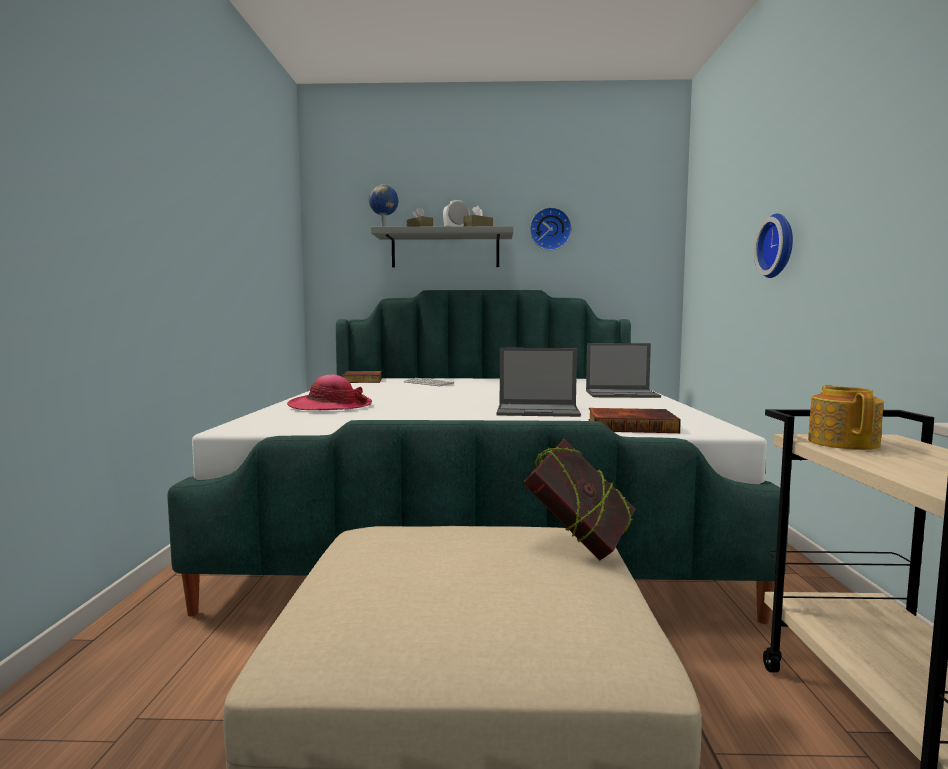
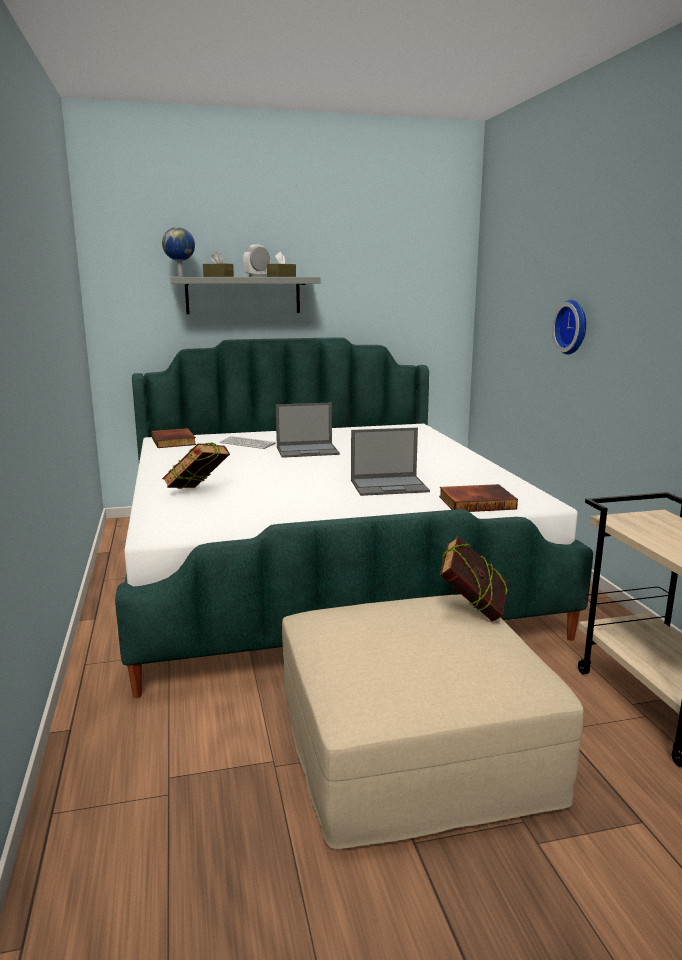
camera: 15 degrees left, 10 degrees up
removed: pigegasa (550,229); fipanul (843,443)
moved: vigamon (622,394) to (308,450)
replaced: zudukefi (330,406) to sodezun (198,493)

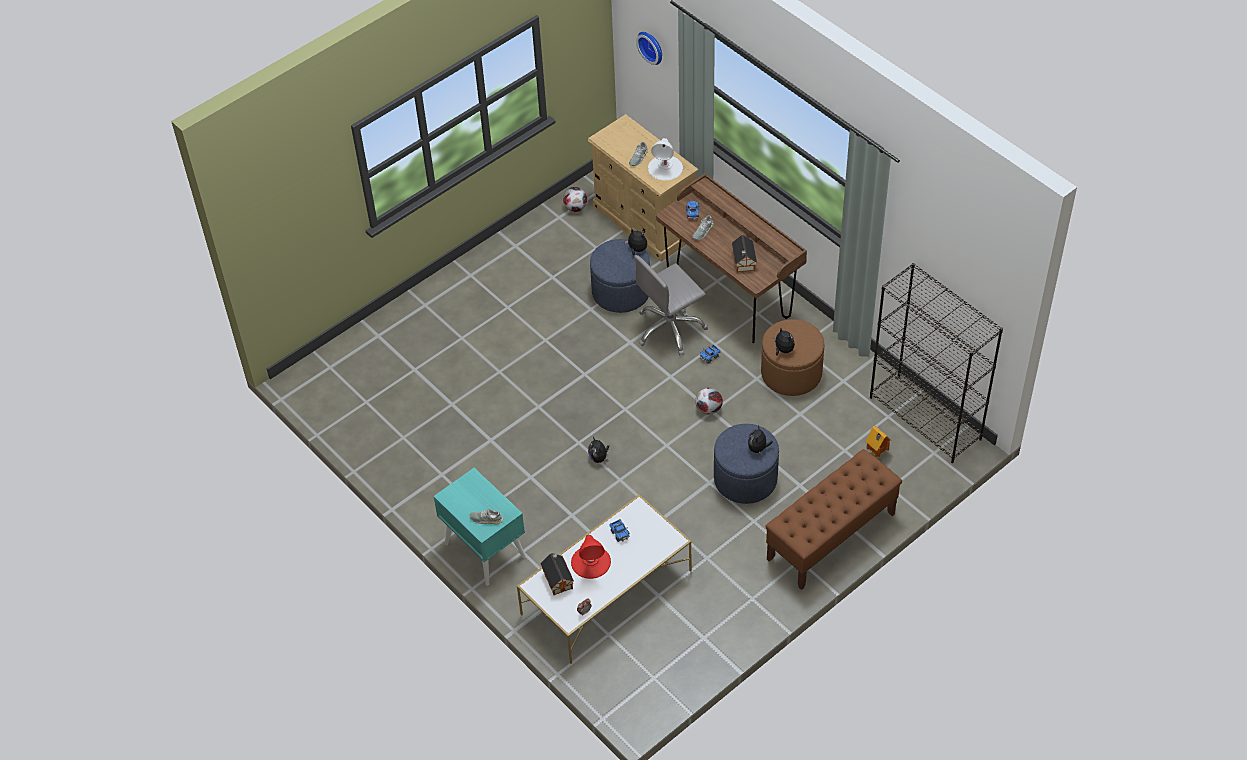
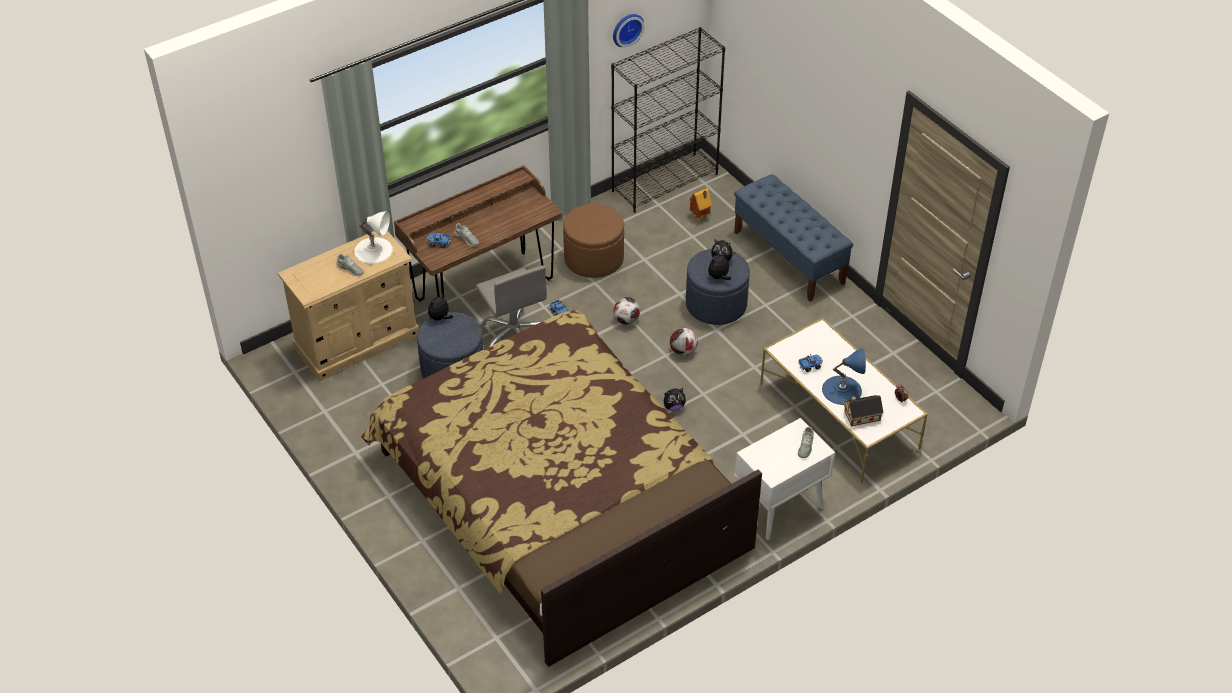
camera: 85 degrees left, 5 degrees down
removed: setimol (743,262)
added: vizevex (558,493)
moved: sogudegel (576,208) to (683,351); pigegasa (652,46) to (626,29); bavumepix (783,350) to (718,277)
recoloured: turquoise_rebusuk (484,550) to white_rebusuk (779,507); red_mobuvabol (591,562) to blue_mobuvabol (842,390); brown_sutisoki (830,537) to blue_sutisoki (789,258)

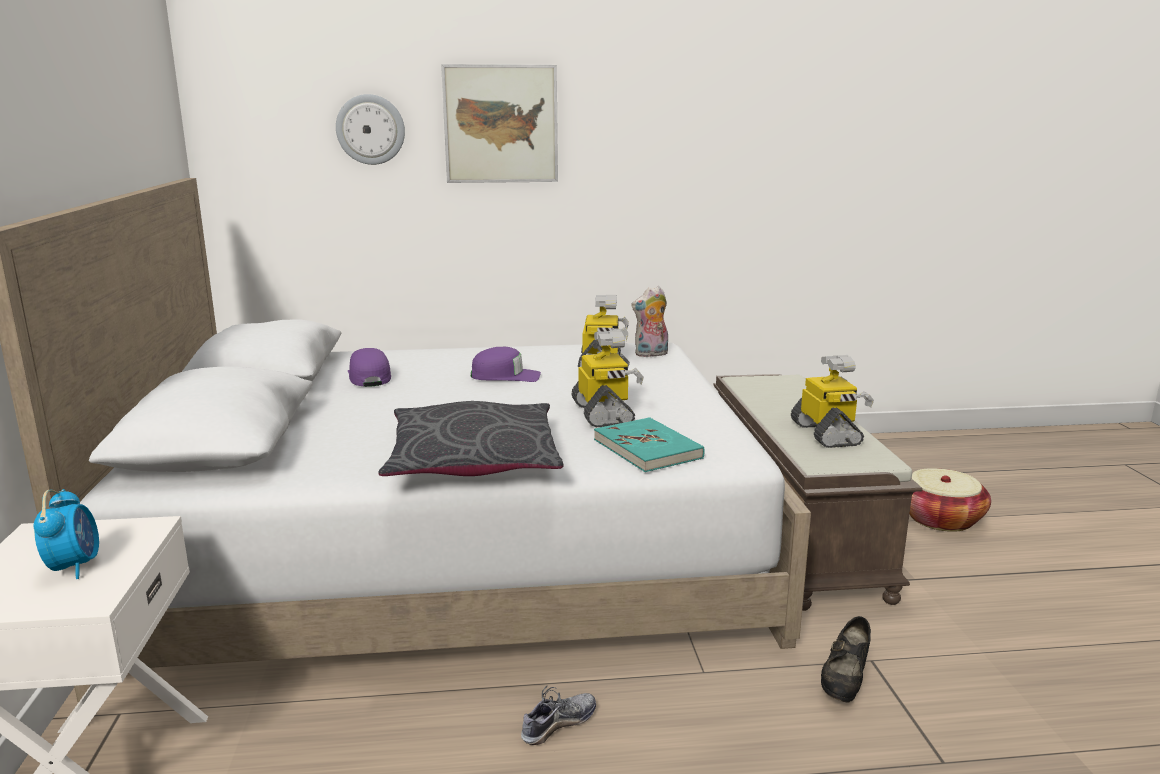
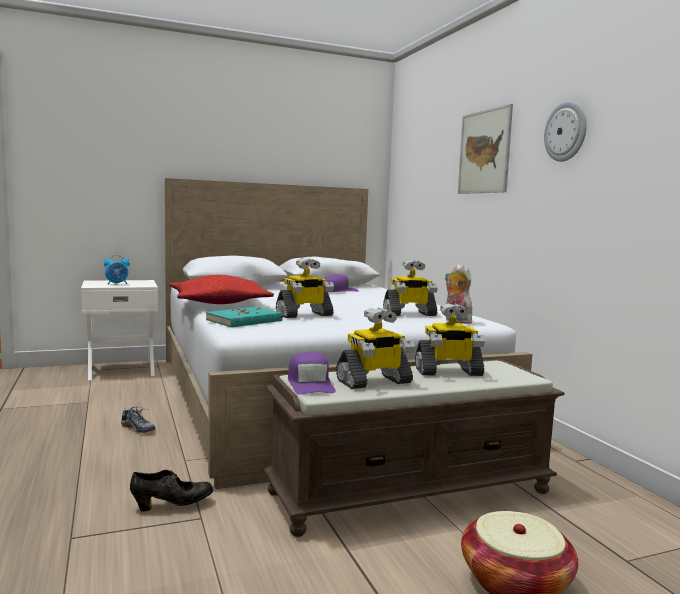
camera: 75 degrees right, 10 degrees down
added: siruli (448,372)
moved: pigegasa (370,129) to (566,131); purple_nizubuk (506,376) to (310,384)
recoloured: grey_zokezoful (473,460) to red_zokezoful (219,303)
turned: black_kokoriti (844,681) = (172,505) 150 degrees clockwise

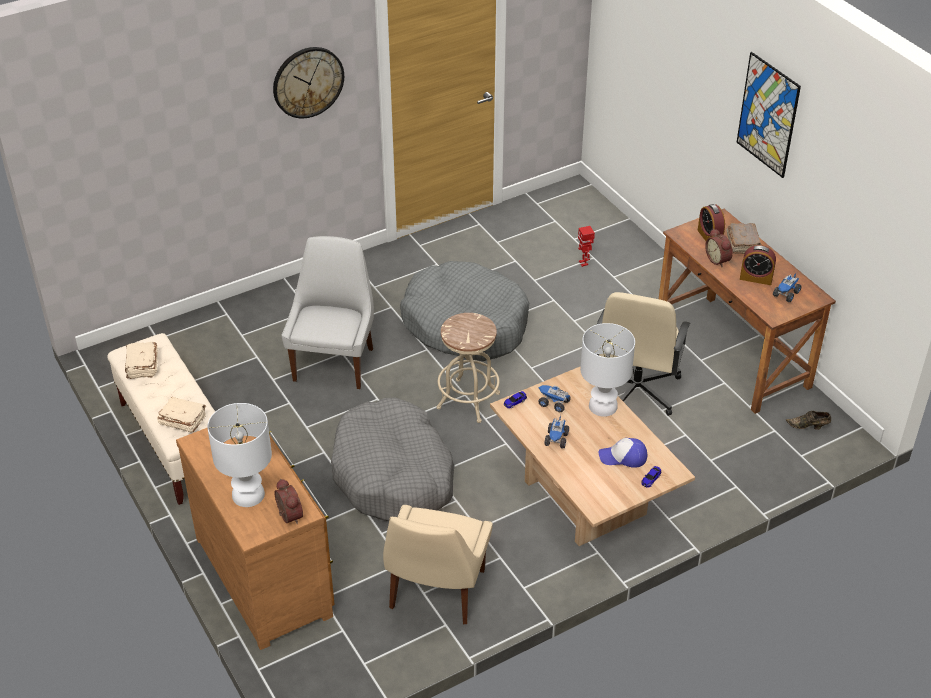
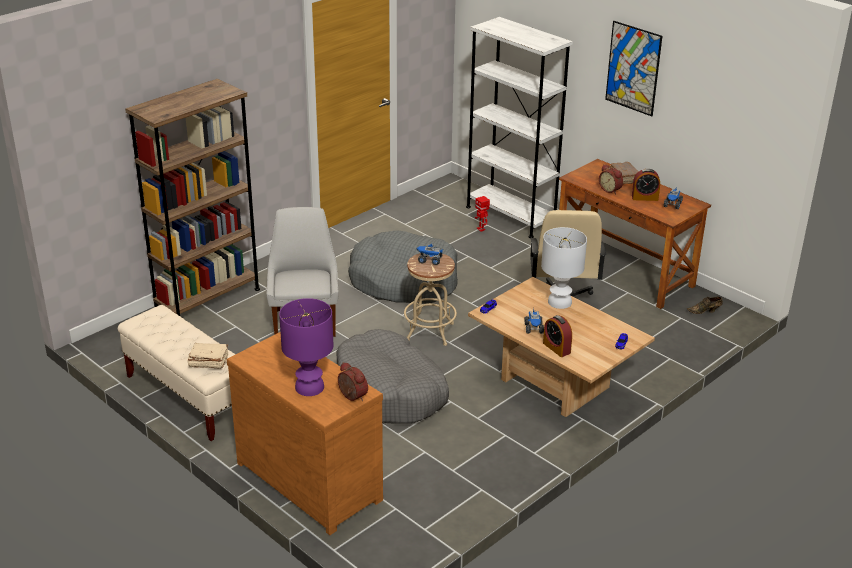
camera: 15 degrees left, 10 degrees down
removed: beige_sodezun (142,366); pigegasa (308,82); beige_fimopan (436,592); nizubuk (623,457)
added: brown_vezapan (207,299); white_vezapan (510,215)
moved: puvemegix (553,403) to (429,260); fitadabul (709,237) to (556,348)
recoloured: white_mobuvabol (248,494) to purple_mobuvabol (309,387)

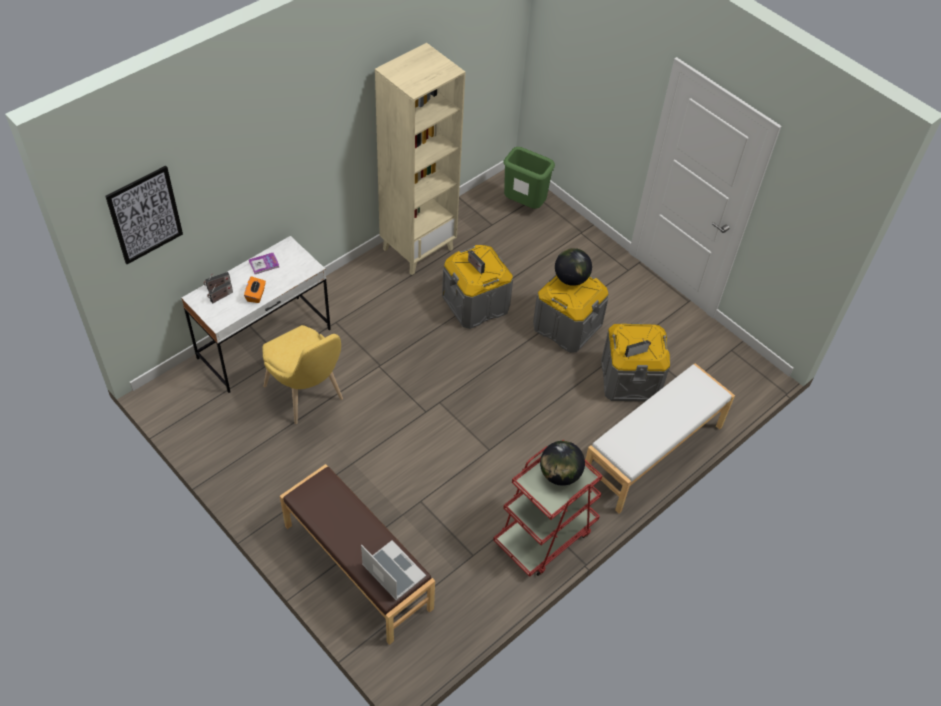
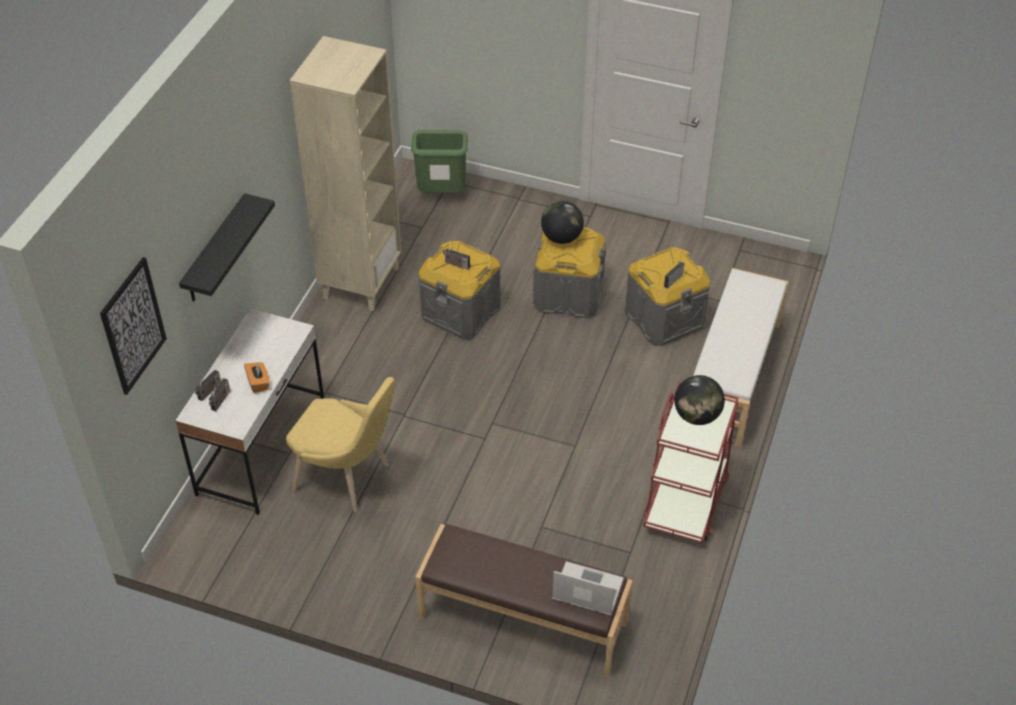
camera: 25 degrees left, 5 degrees down
removed: sodezun (264,264)
added: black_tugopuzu (215,251)

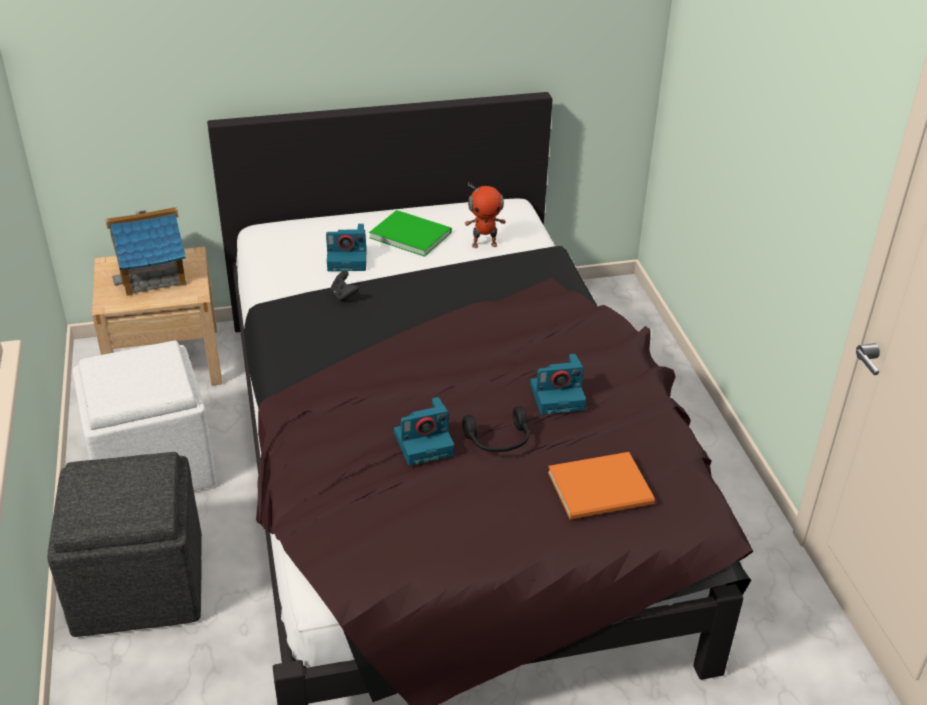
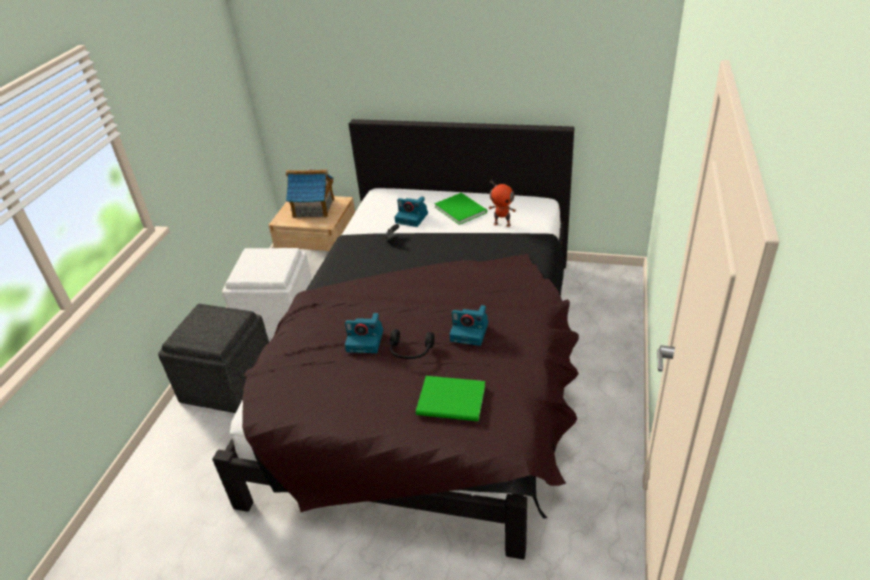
camera: 30 degrees right, 0 degrees up
recoloured: orange_sodezun (603,489) to green_sodezun (453,401)

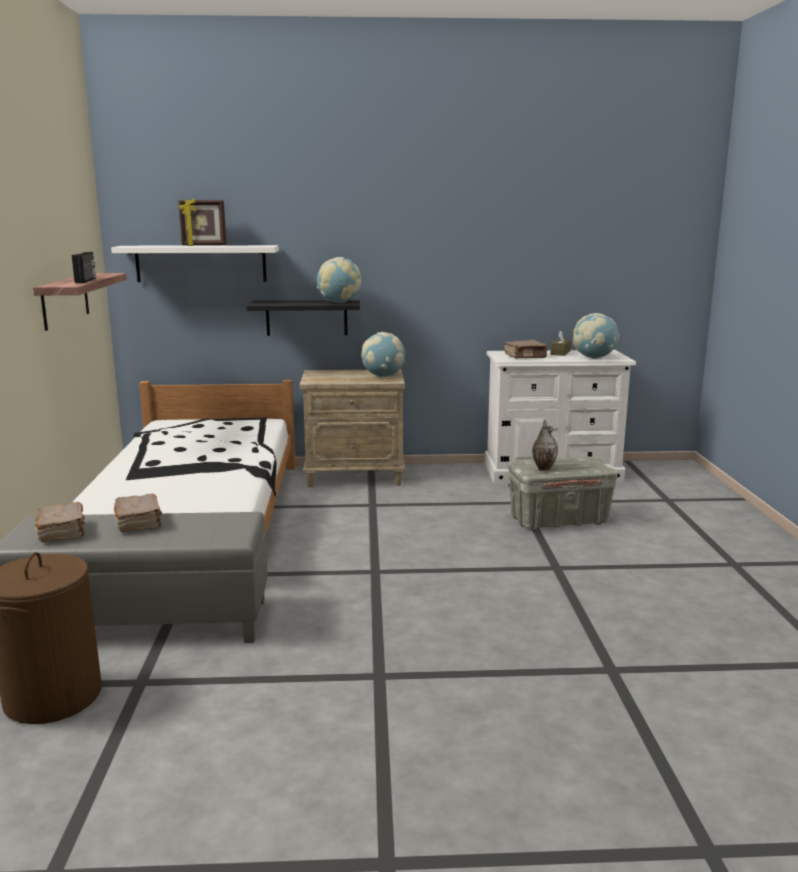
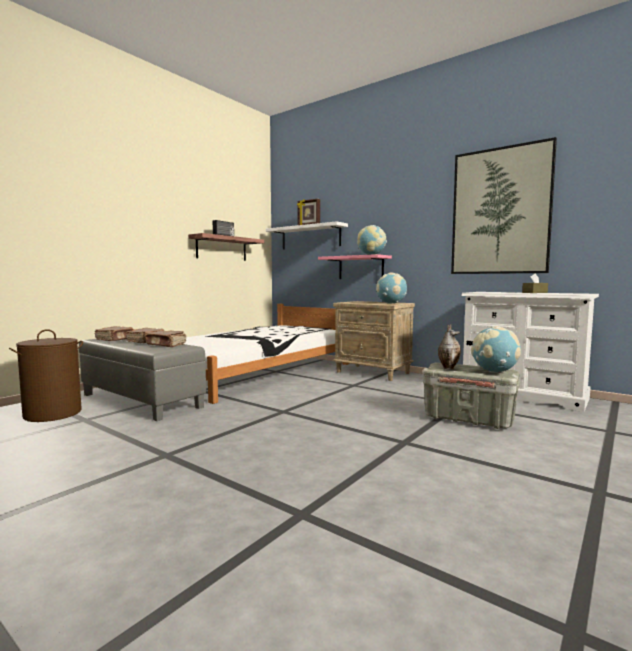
camera: 40 degrees right, 10 degrees down
added: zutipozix (500,211)
moved: brown_sodezun (525,357) to (166,345); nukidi (593,358) to (494,371)
recoloured: black_tugopuzu (306,317) to pink_tugopuzu (361,268)

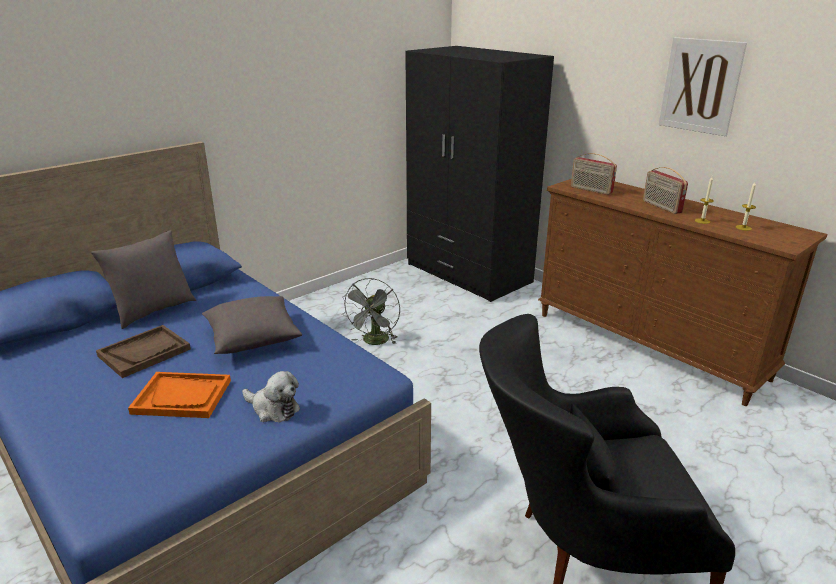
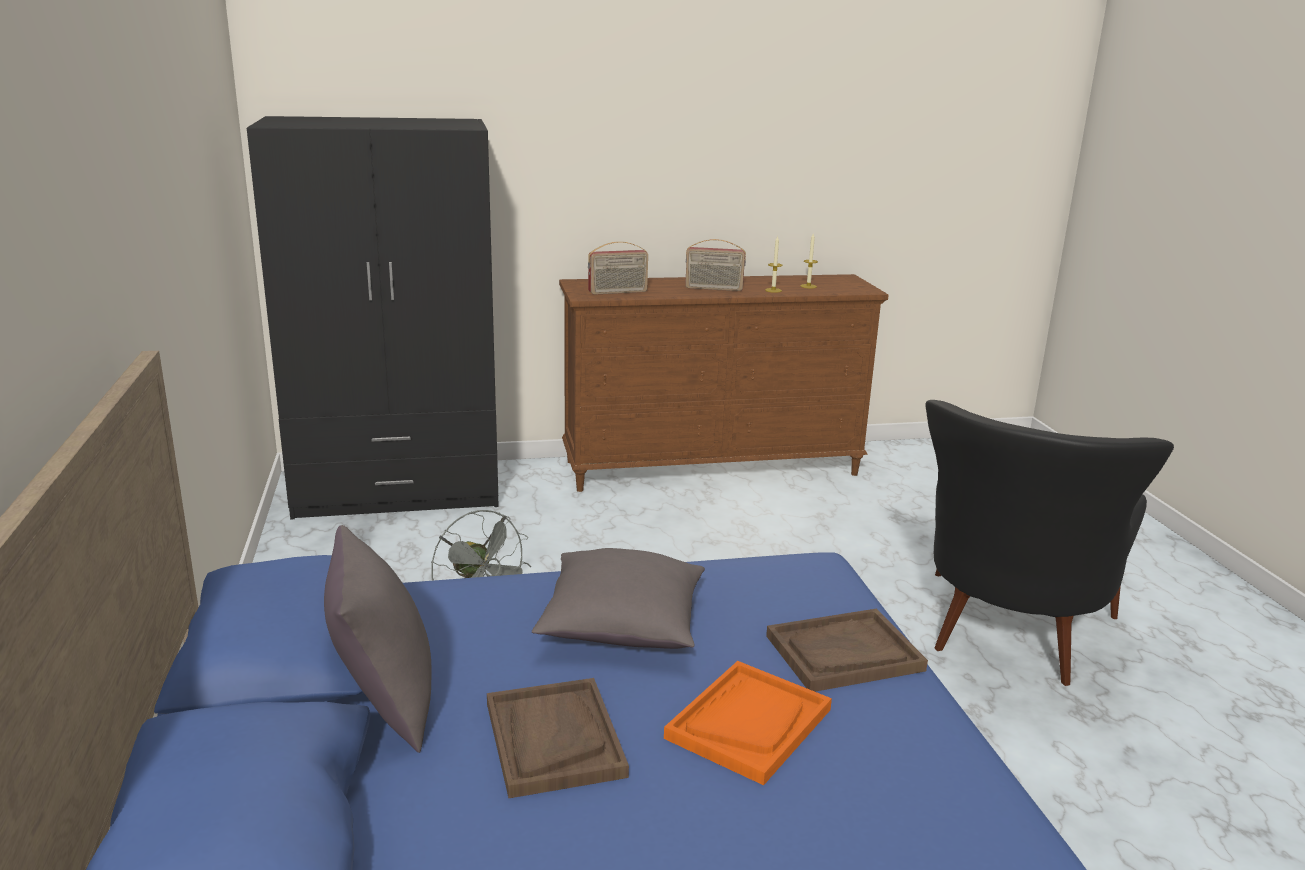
camera: 60 degrees left, 5 degrees down
removed: zutipozix (700,86)
replaced: bavumepix (273,409) to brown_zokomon (844,653)

